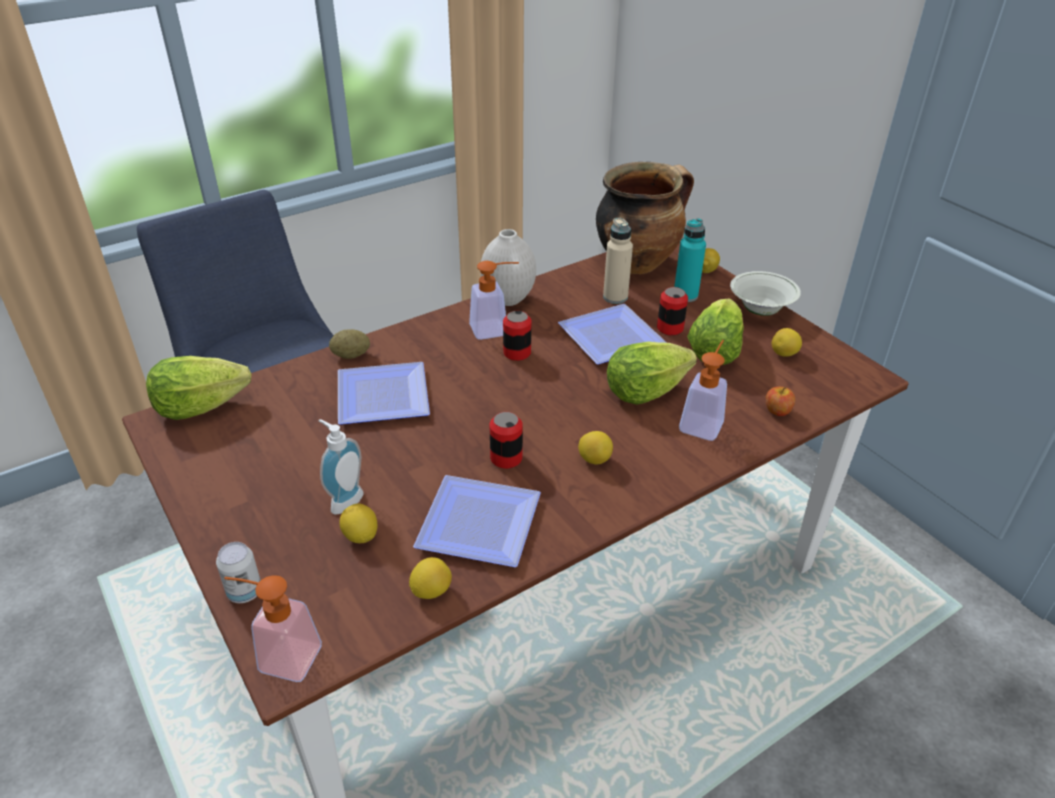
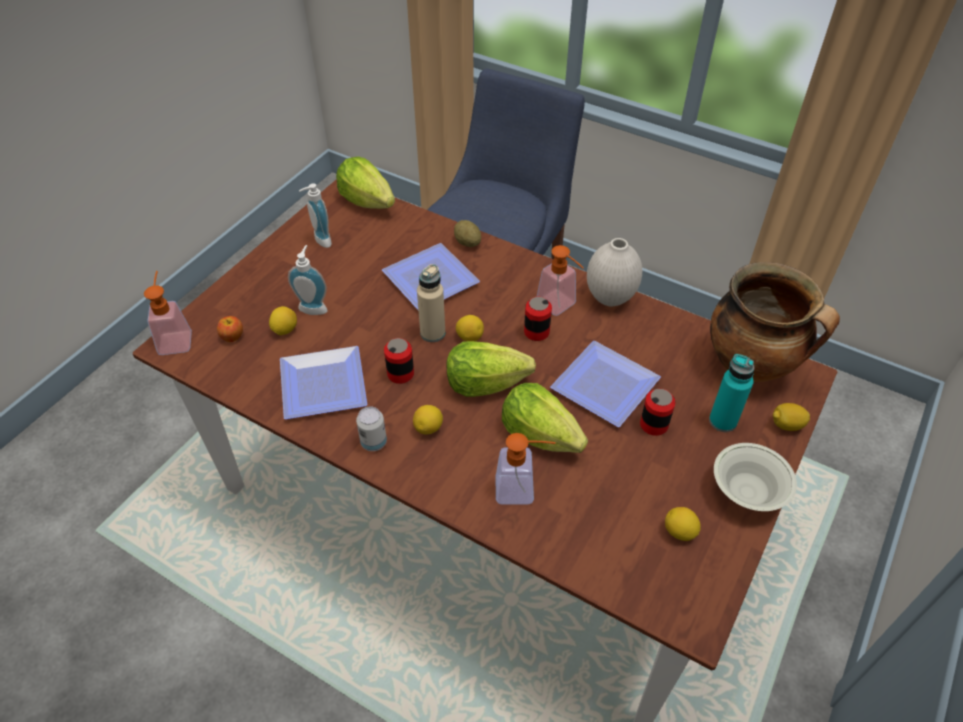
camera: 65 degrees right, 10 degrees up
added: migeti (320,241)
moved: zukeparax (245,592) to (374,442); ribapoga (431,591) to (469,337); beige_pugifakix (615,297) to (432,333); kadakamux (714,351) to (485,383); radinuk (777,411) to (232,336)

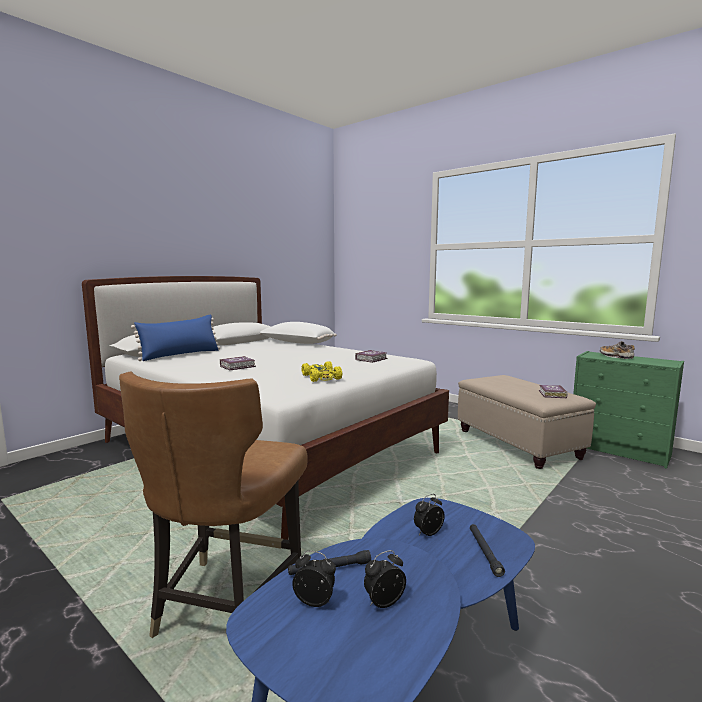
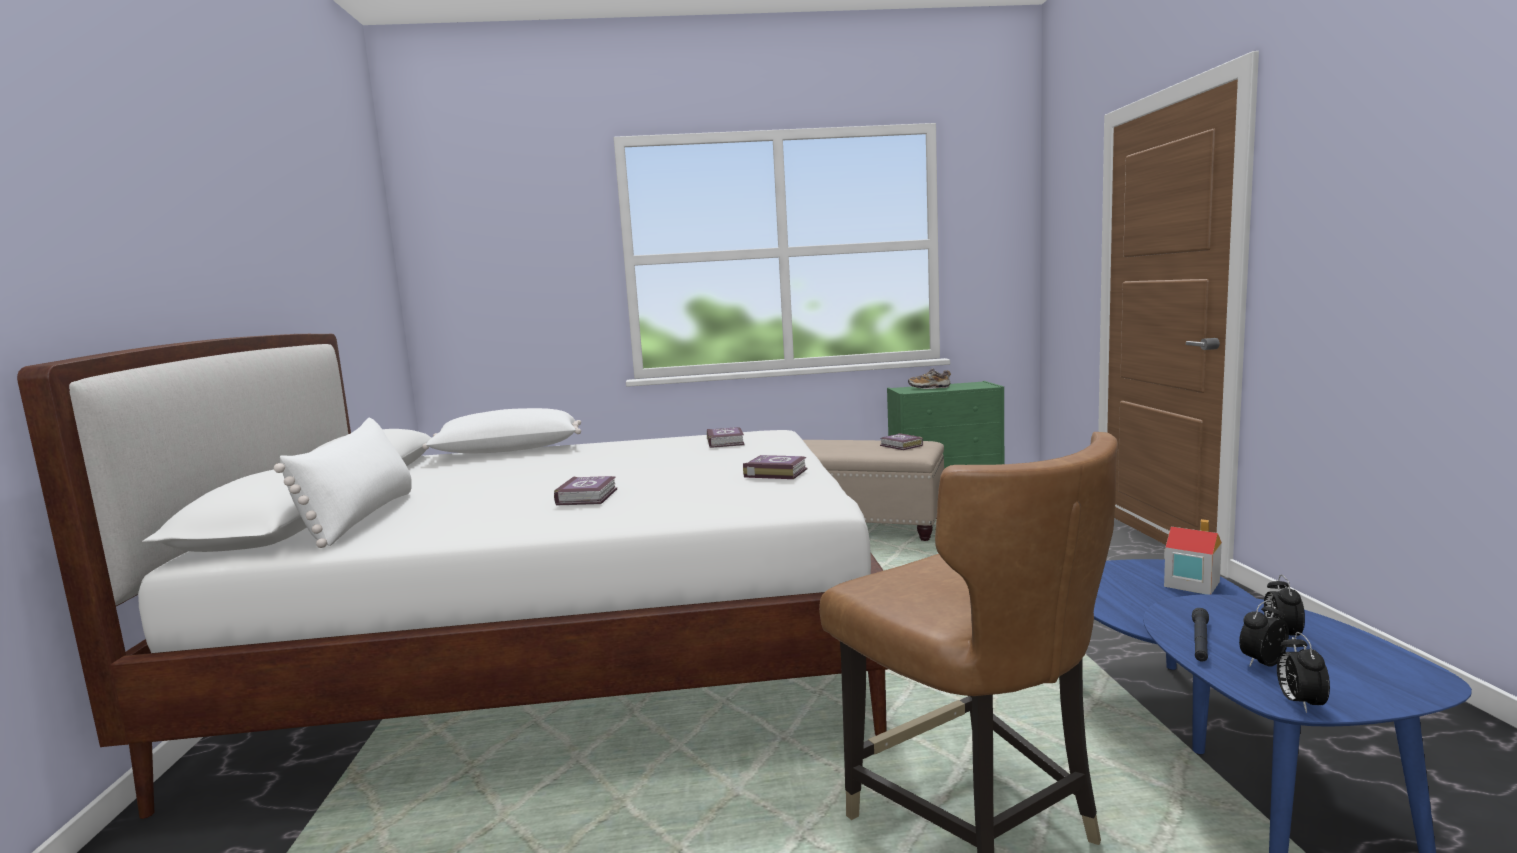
camera: 45 degrees left, 0 degrees up
moved: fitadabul (428,532) to (1299,703)
replaced: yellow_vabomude (322,377) to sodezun (774,472); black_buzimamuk (484,552) to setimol (1190,584)
recoloured: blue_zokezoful (180,355) to white_zokezoful (362,517)

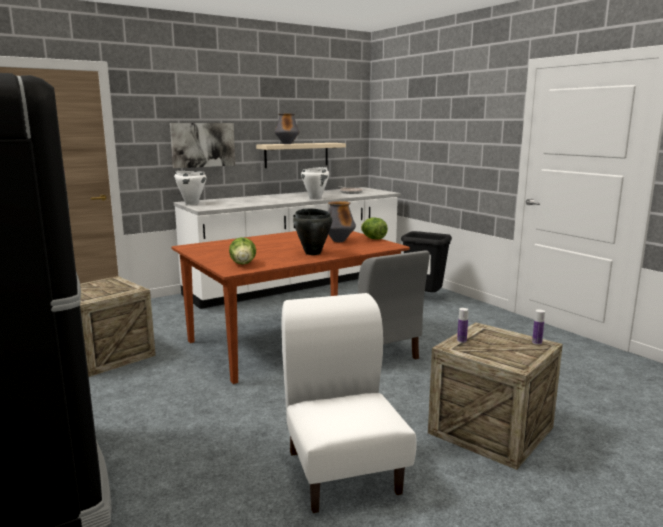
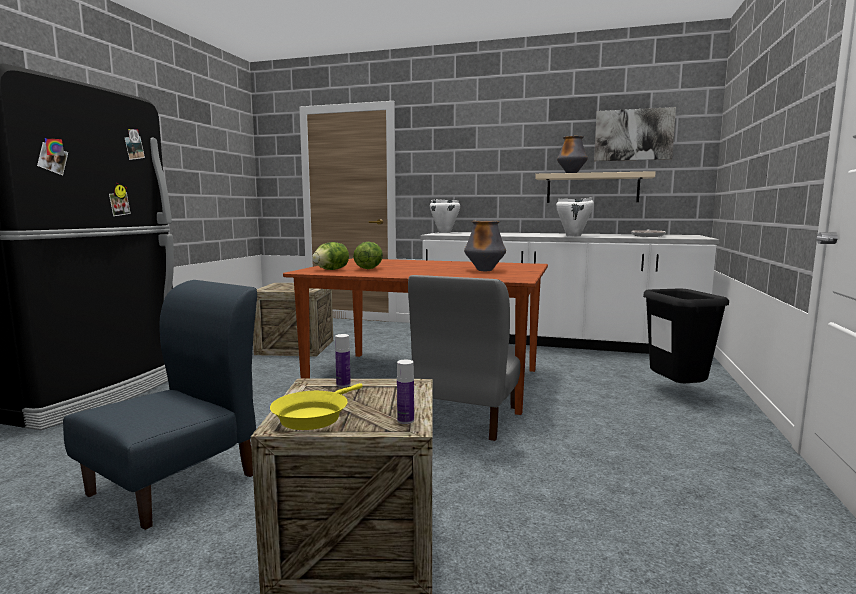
camera: 50 degrees right, 5 degrees down
removed: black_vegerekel (313,253)
added: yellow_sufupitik (314,416)
moved: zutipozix (203,145) to (633,135); kadakamux (373,239) to (369,268)
recoloured: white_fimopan (343,471) to blue_fimopan (175,483)

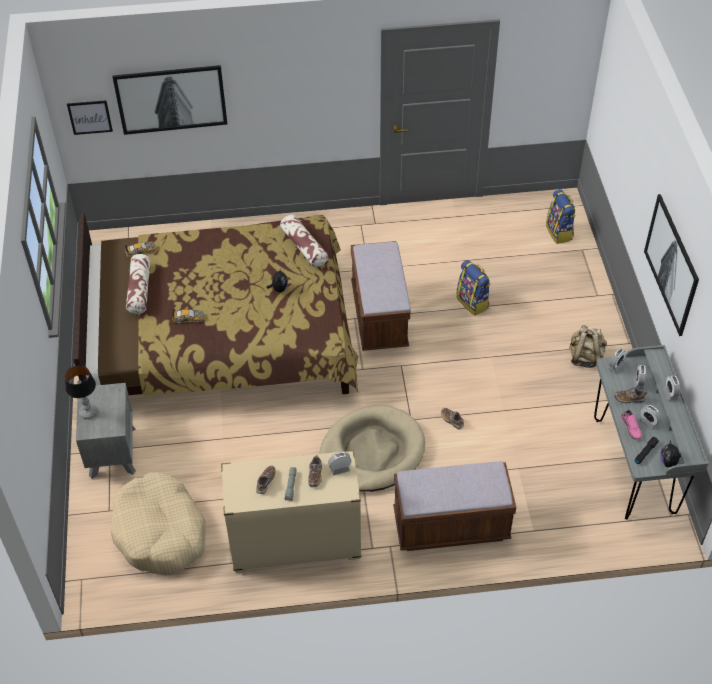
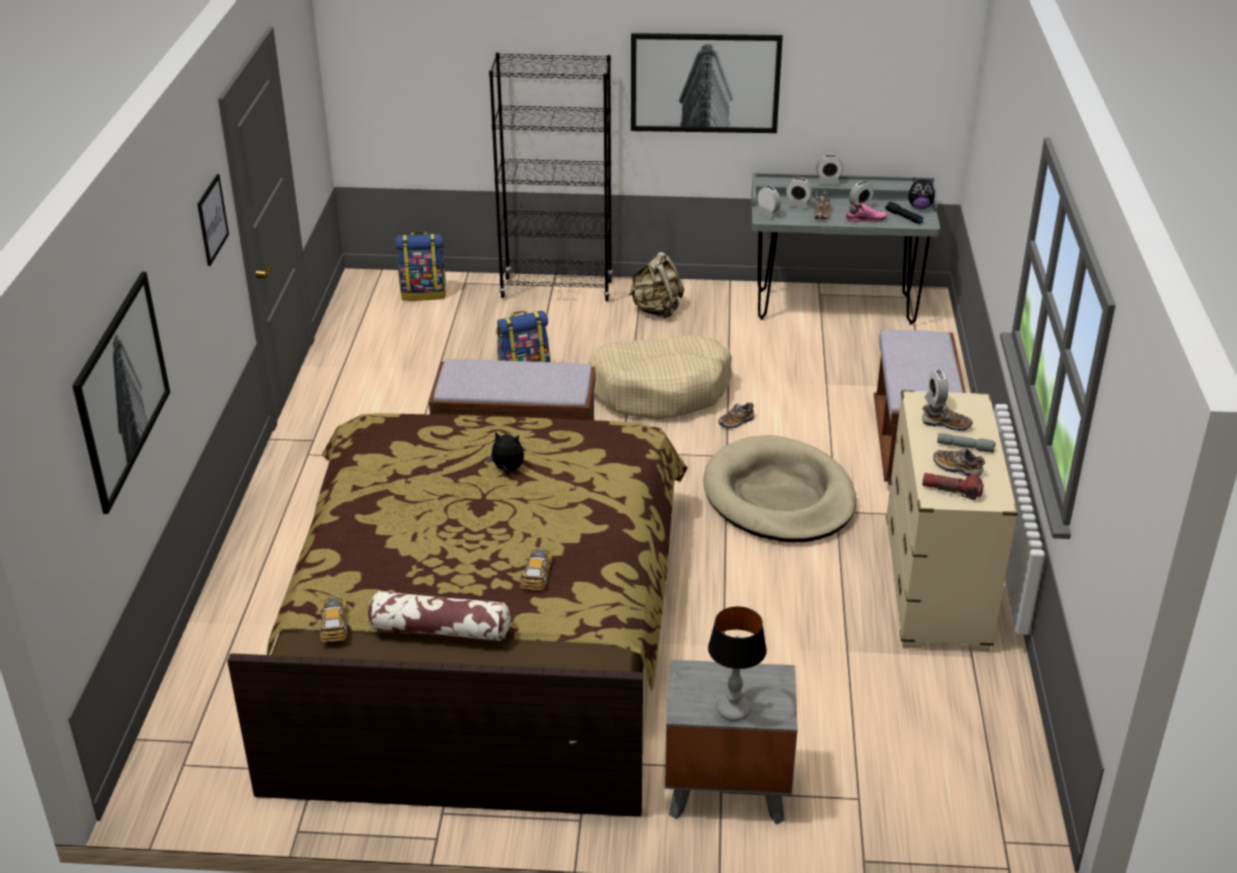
camera: 80 degrees left, 15 degrees down
removed: zokezoful (304,247)
added: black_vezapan (557,289); buzimamuk (951,491)
moved: zutipozix (90,117) to (212,219); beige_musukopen (160,532) to (660,390)

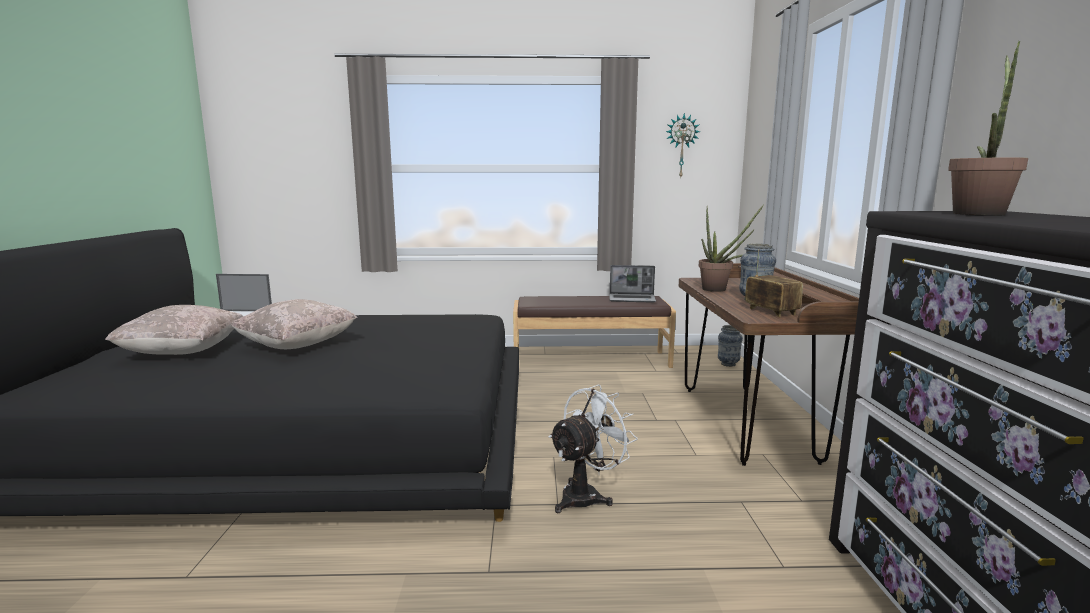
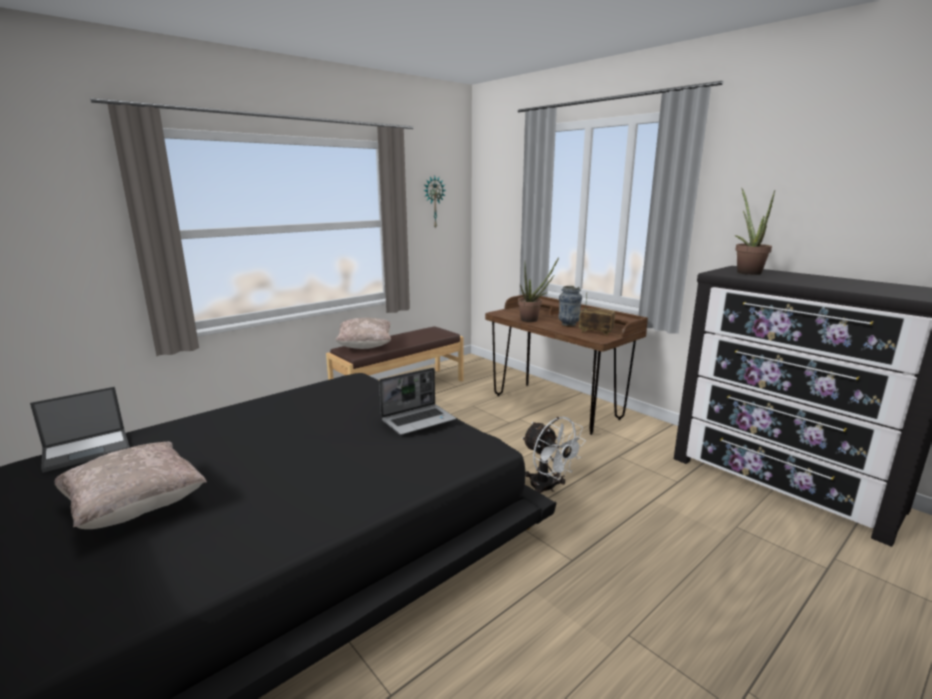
camera: 40 degrees left, 5 degrees up
removed: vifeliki (728,364)
moved: beige_zokezoful (298,345) to (365,346); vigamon (632,299) to (419,420)
turned: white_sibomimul (586,495) = (548,488) 135 degrees clockwise

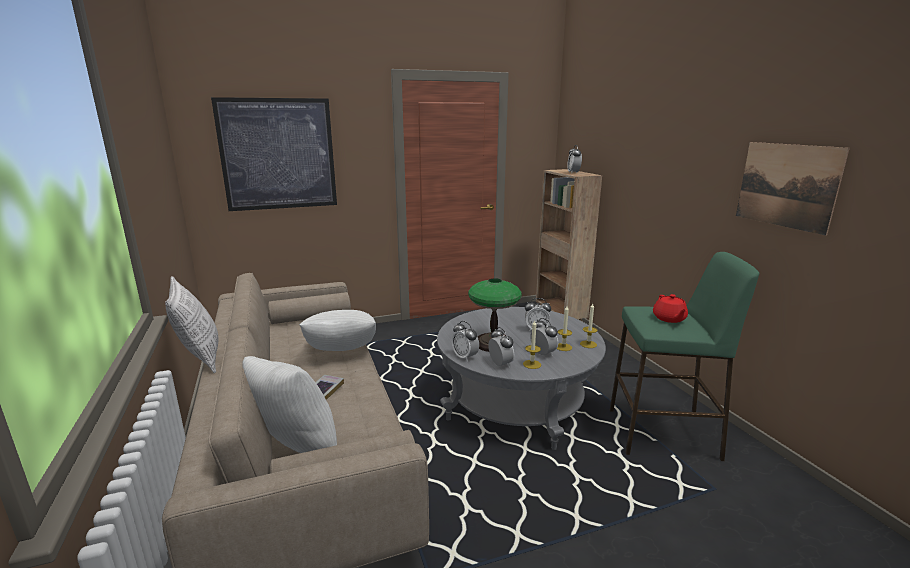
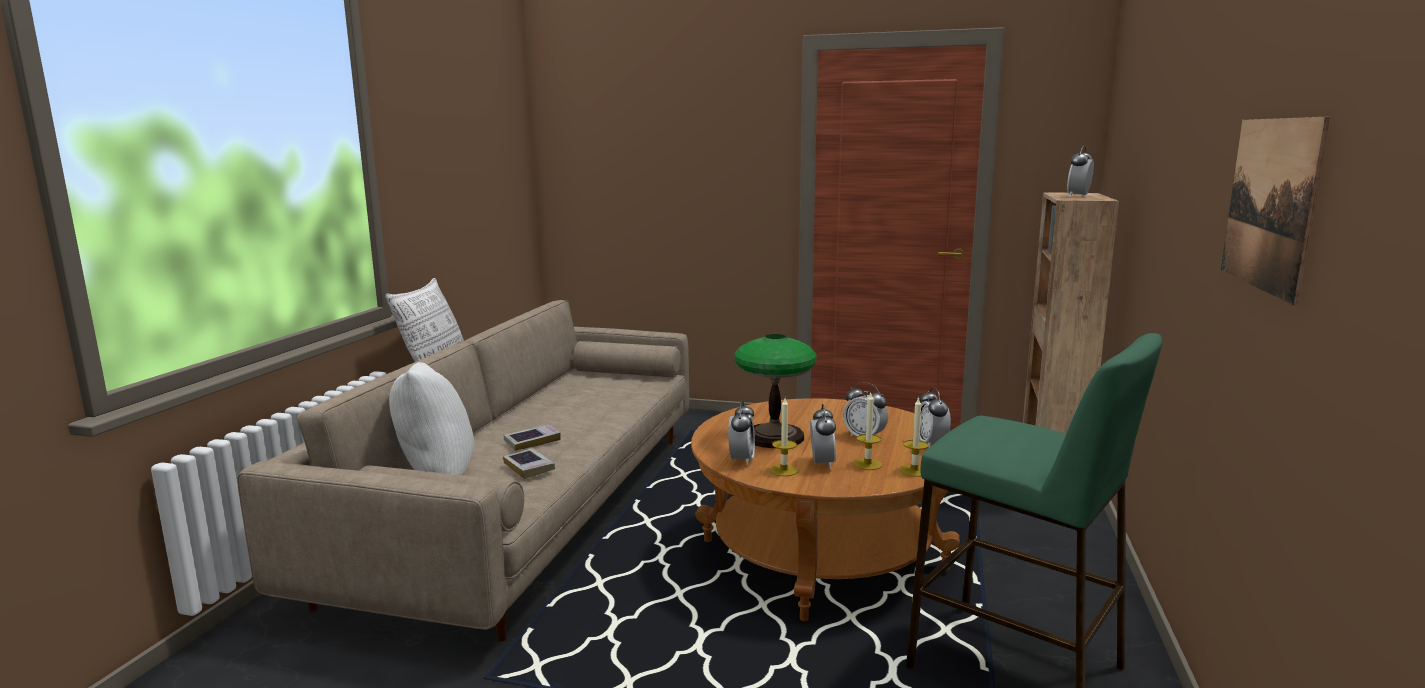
camera: 35 degrees right, 5 degrees down
removed: zutipozix (278,154); white_zokezoful (341,353); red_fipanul (669,319)
added: sodezun (529,467)
moved: fitadabul (465,357) to (931,444)
recoloured: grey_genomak (516,405) to brown_genomak (821,555)

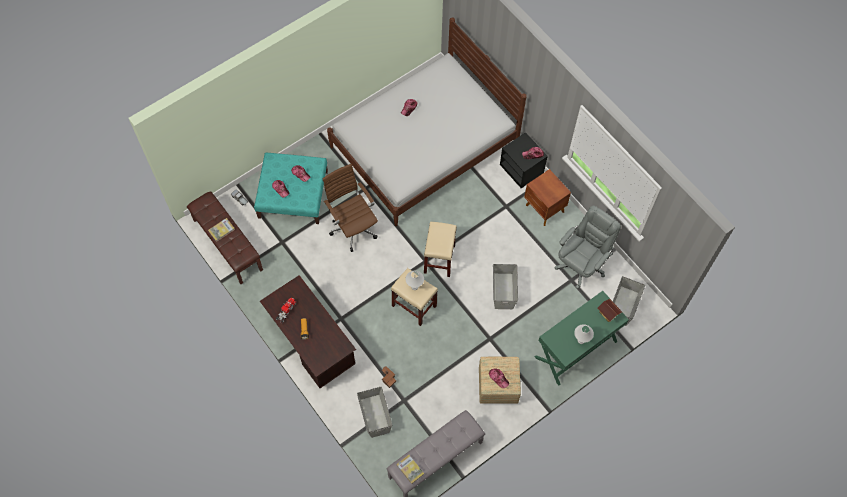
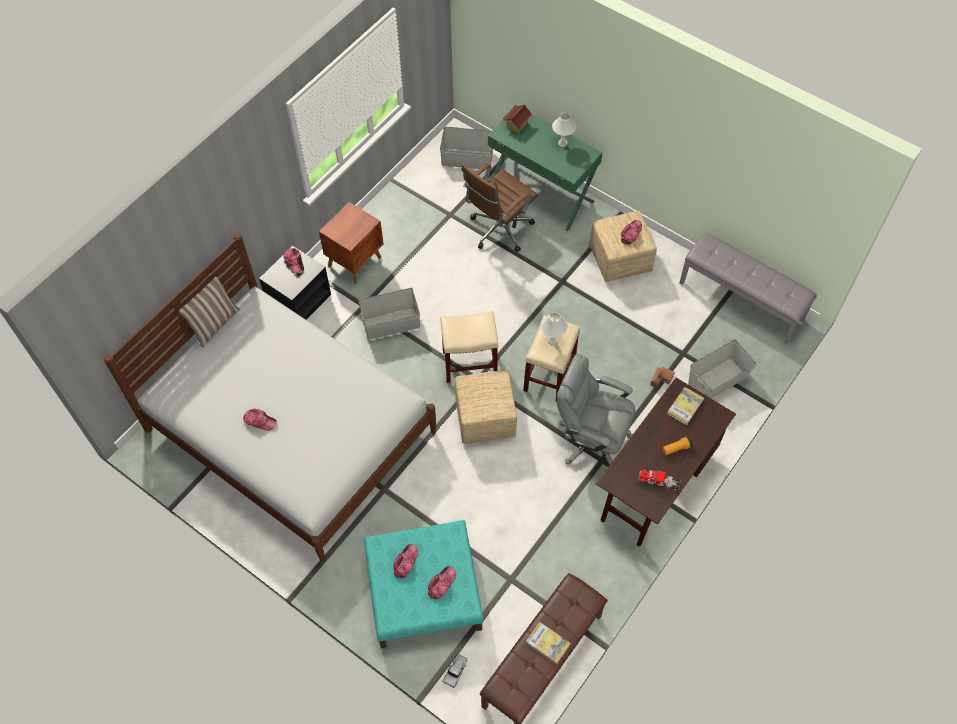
camera: 105 degrees left, 5 degrees down
added: zokezoful (214,323); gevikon (485,418)
moved: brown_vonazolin (352,227) to (498,231); sodezun (410,469) to (685,407); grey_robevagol (504,290) to (390,323); grey_vonazolin (581,264) to (591,439)

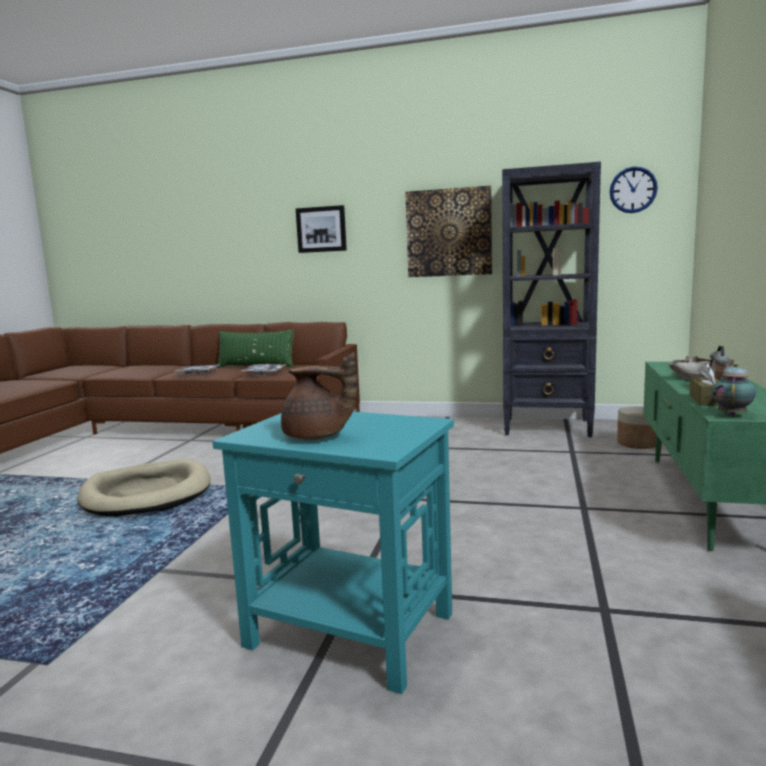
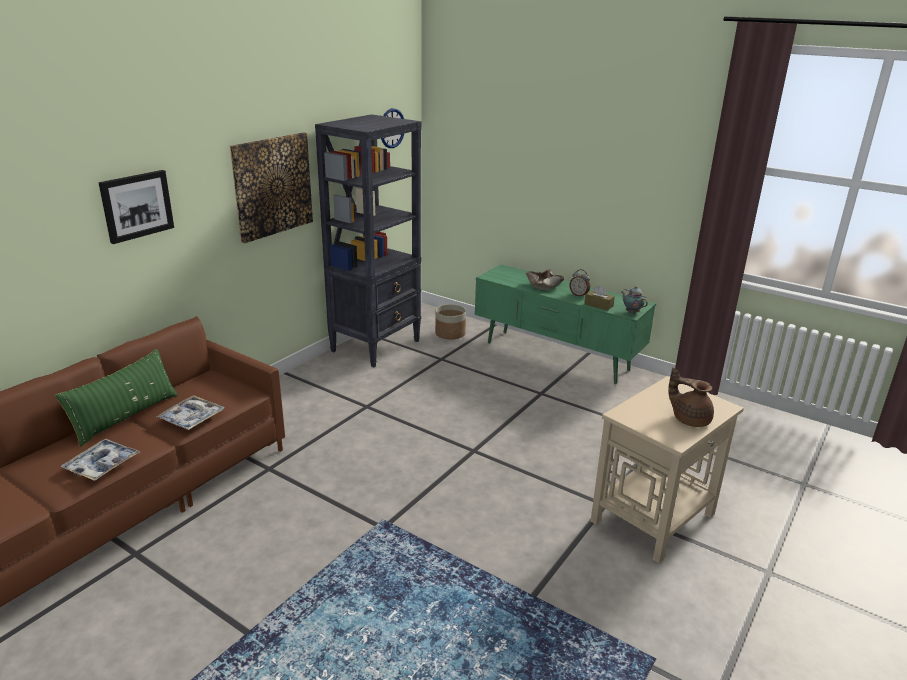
camera: 70 degrees left, 15 degrees up
removed: beige_musukopen (147,493)
recoloured: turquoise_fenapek (349,631) to beige_fenapek (654,518)
turned: brown_fipanul (317,436) = (689,419) 90 degrees counterclockwise

